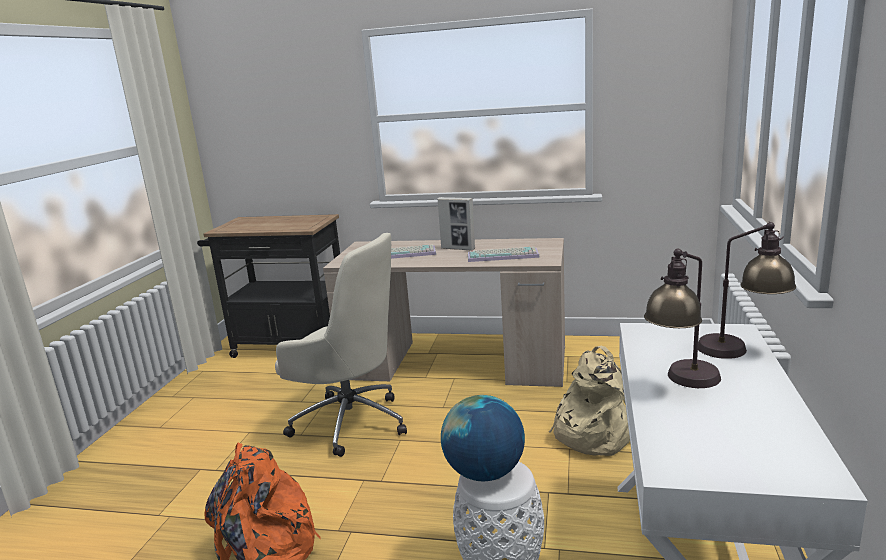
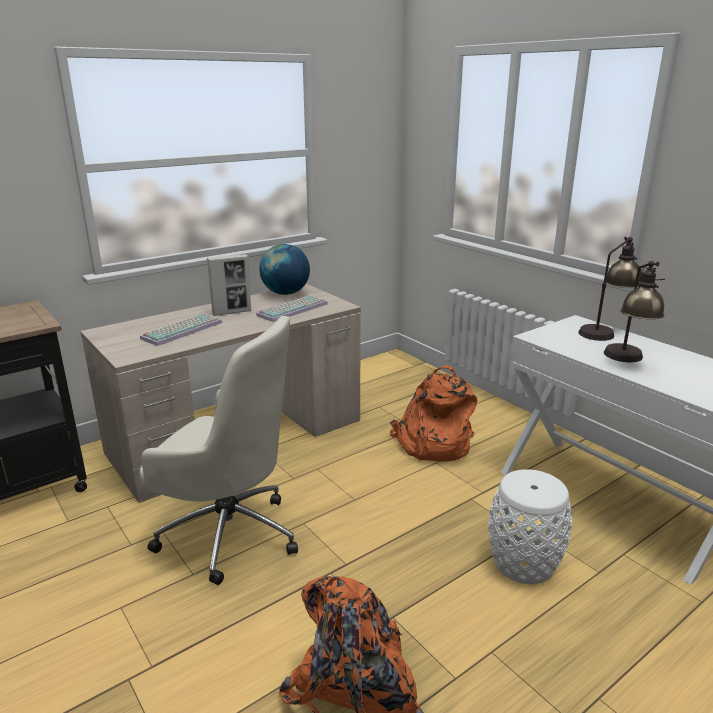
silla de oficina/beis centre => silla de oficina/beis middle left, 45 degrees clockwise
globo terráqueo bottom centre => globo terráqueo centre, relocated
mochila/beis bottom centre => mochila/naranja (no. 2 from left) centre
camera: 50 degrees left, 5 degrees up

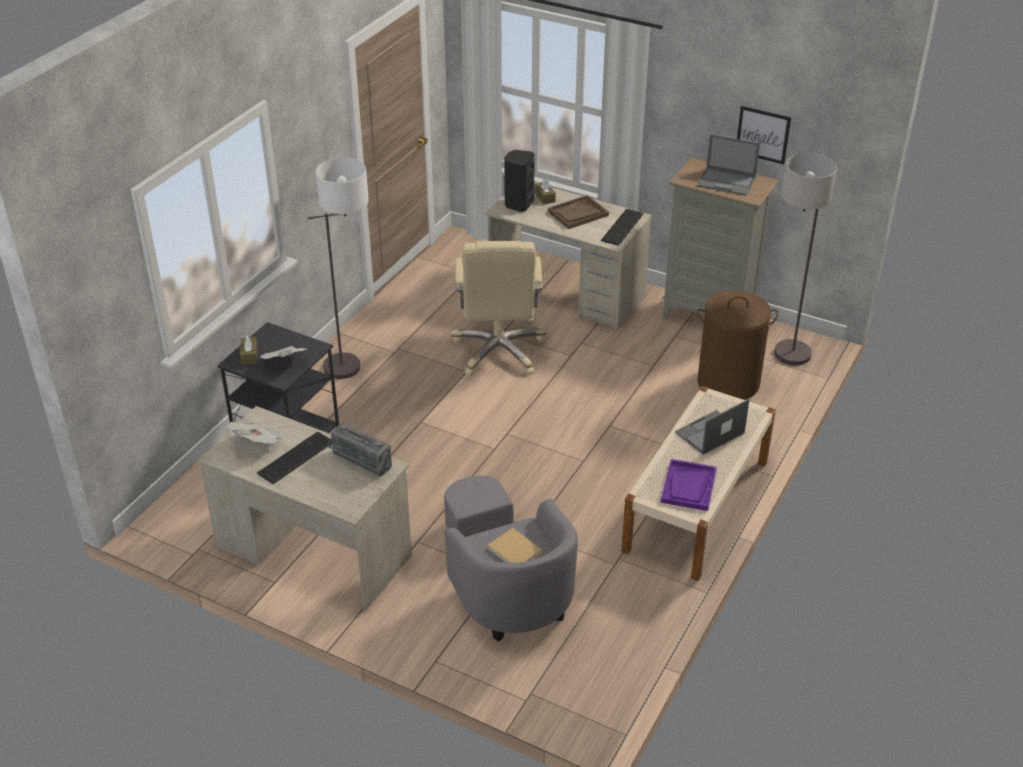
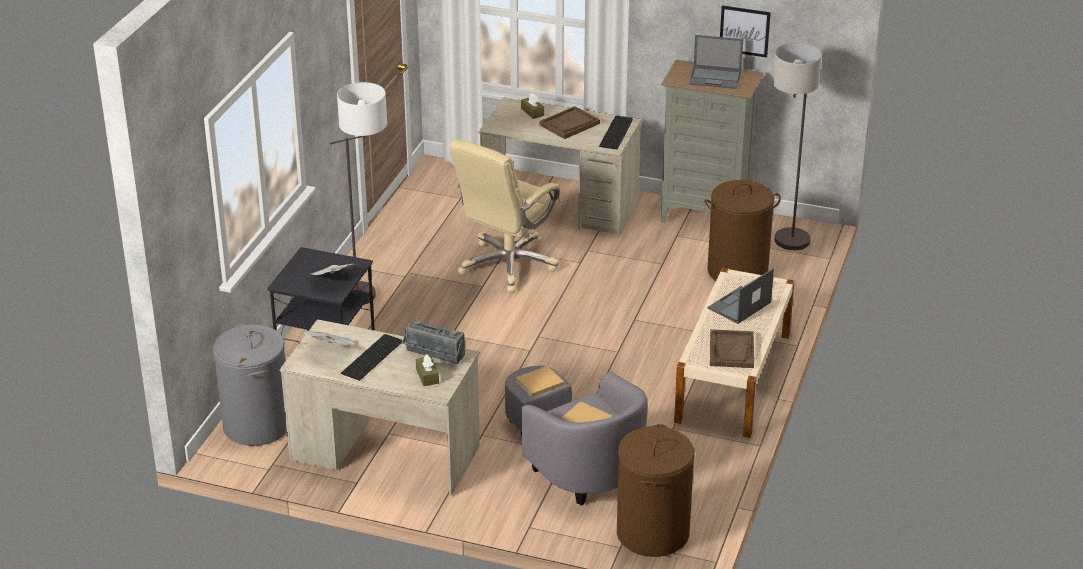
nothing => cesto de la ropa/gris bottom left
caja de pañuelos/marrón (no. 1 from left) middle left => caja de pañuelos/marrón (no. 1 from left) centre, relocated
silla de oficina/beis centre, 45 degrees clockwise
nothing => libro/beis (no. 1 from left) bottom centre
nothing => cesto de la ropa/marrón (no. 1 from left) bottom centre
bandeja/morado middle right => bandeja/marrón (no. 2 from left) middle right
altavoz/negro top centre => nothing
camera: 10 degrees left, 5 degrees down

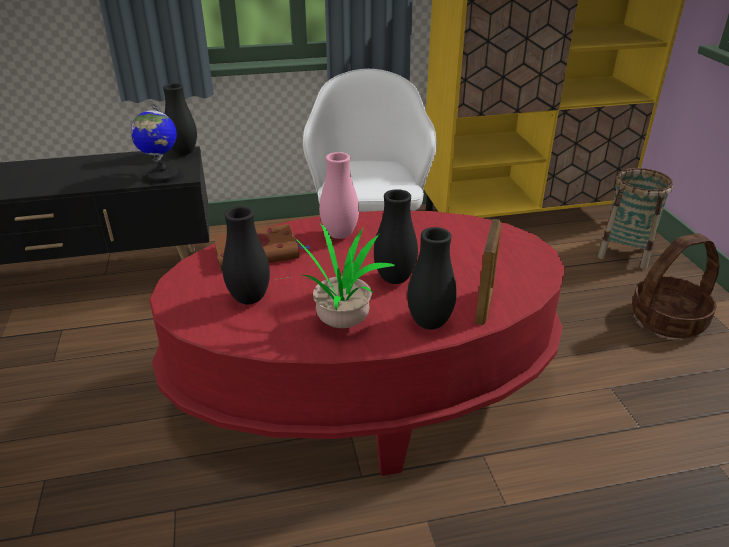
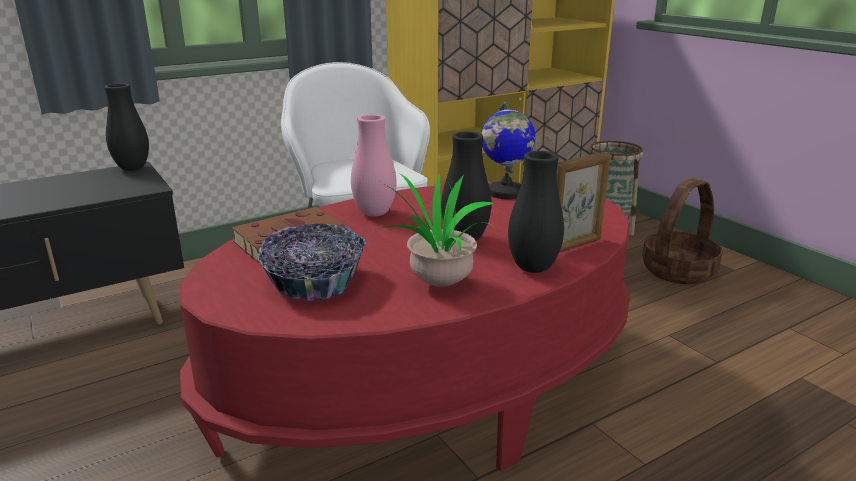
florero/negro (no. 2 from left) centre => cuenco centre
globo terráqueo top left => globo terráqueo top centre, relocated
portarretratos middle right, 60 degrees clockwise
camera: 20 degrees left, 10 degrees down

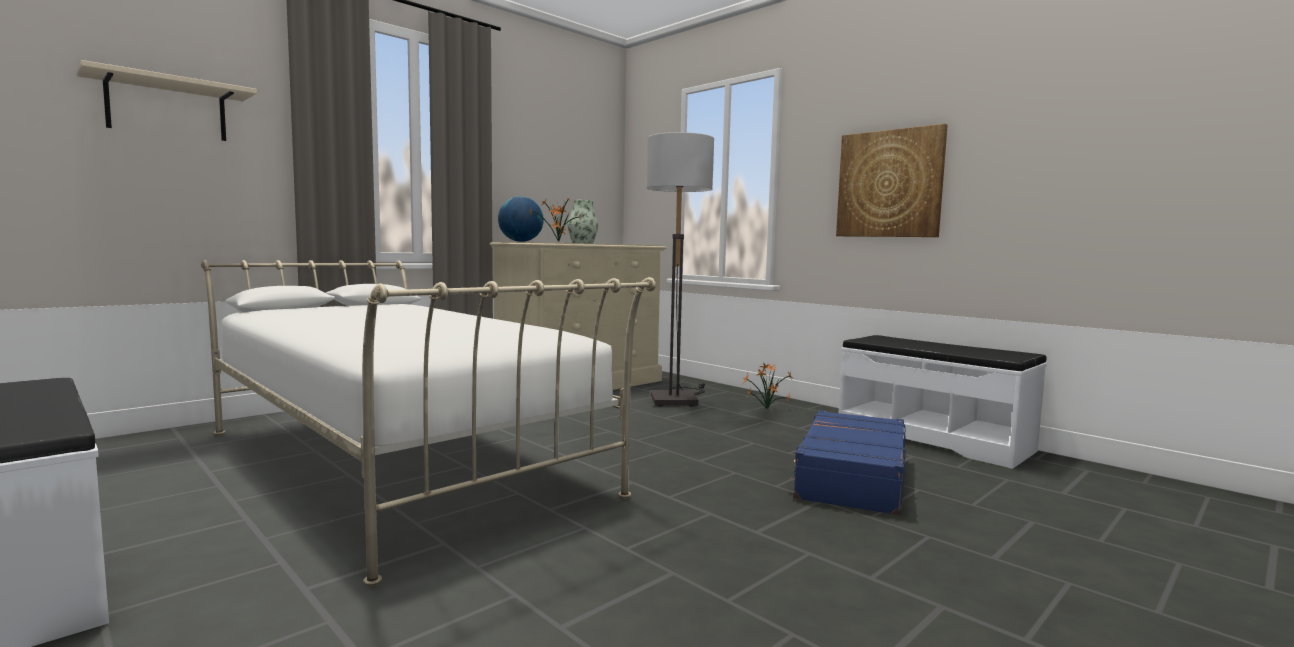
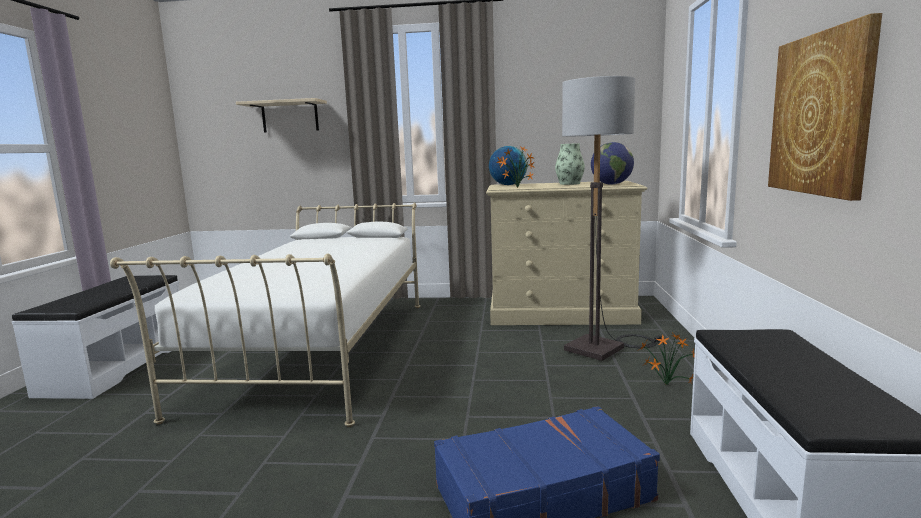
nothing => globo terráqueo (no. 2 from left) top centre
camera: 50 degrees right, 5 degrees up

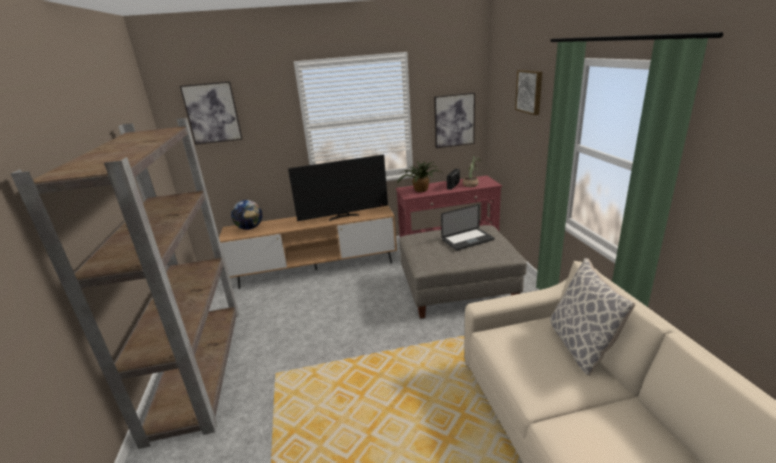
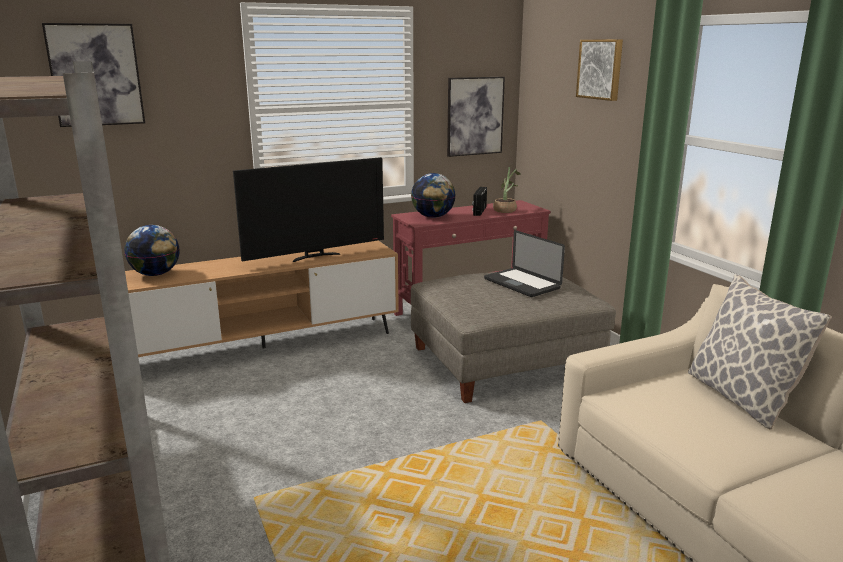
planta en maceta (no. 1 from left) centre => globo terráqueo (no. 2 from left) centre
portátil centre, 90 degrees clockwise
camera: 15 degrees left, 5 degrees down

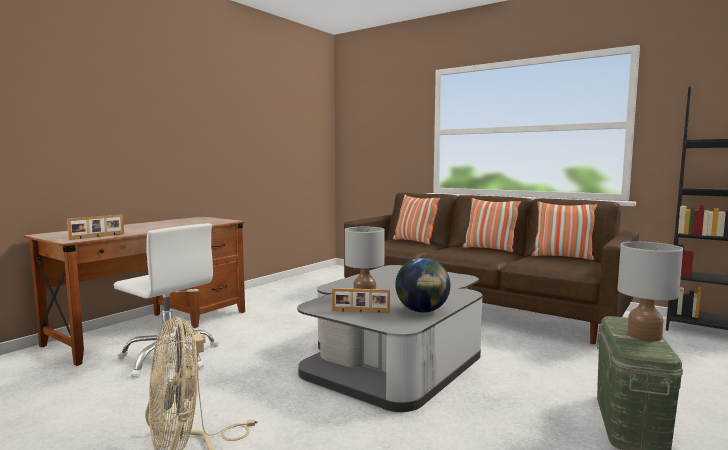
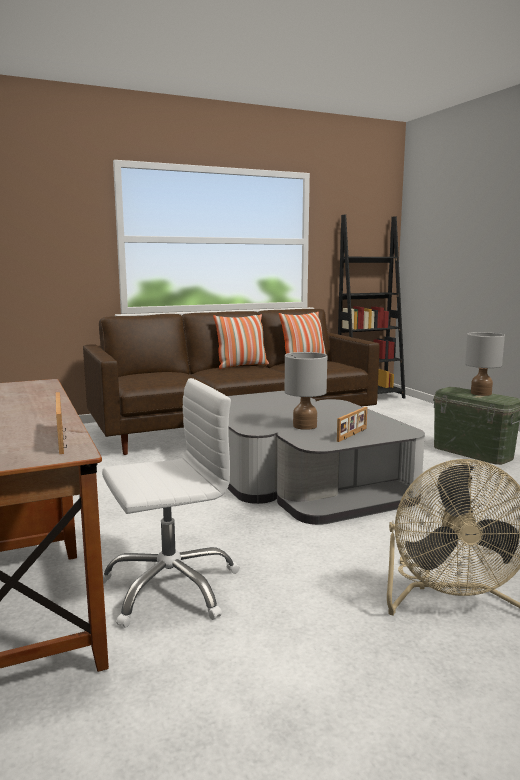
cojín (no. 1 from left) centre => nothing
globo terráqueo centre => nothing
camera: 60 degrees left, 5 degrees up

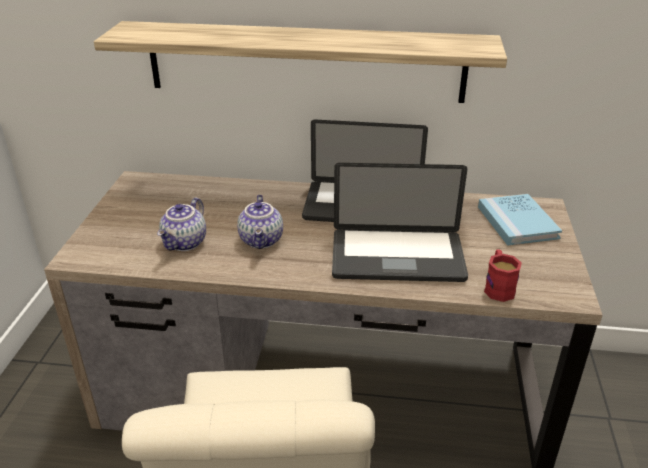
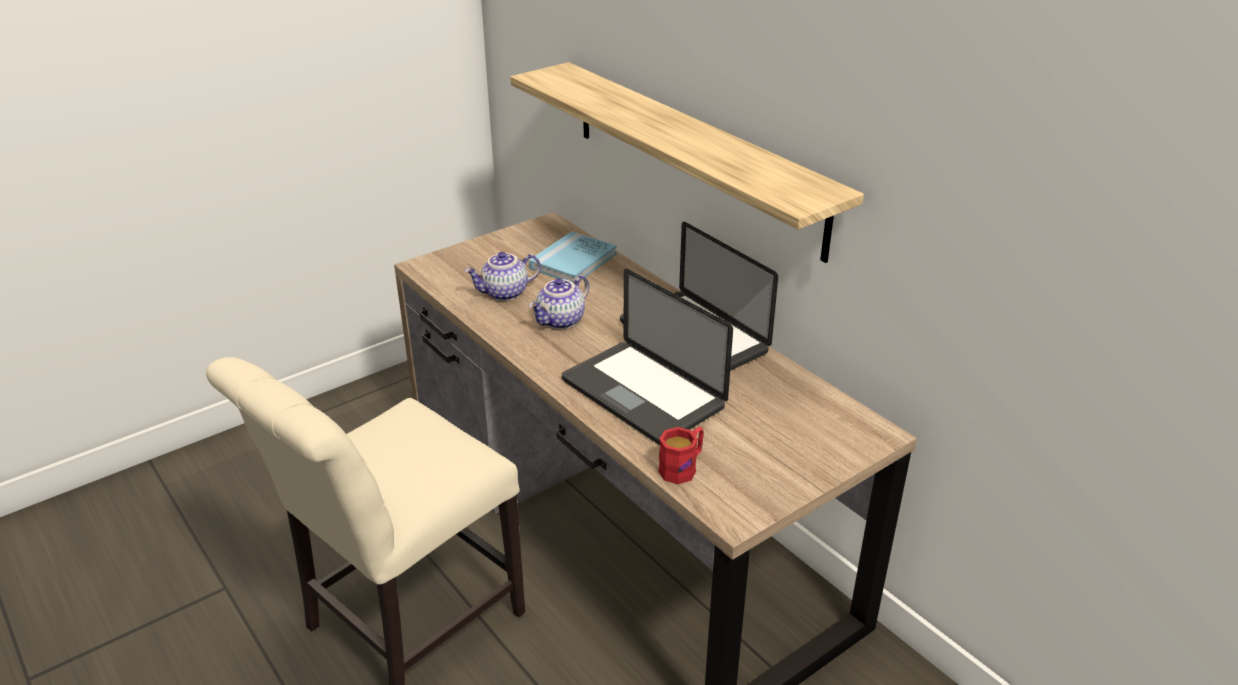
libro/azul middle right => libro/azul centre, relocated
camera: 45 degrees right, 0 degrees up

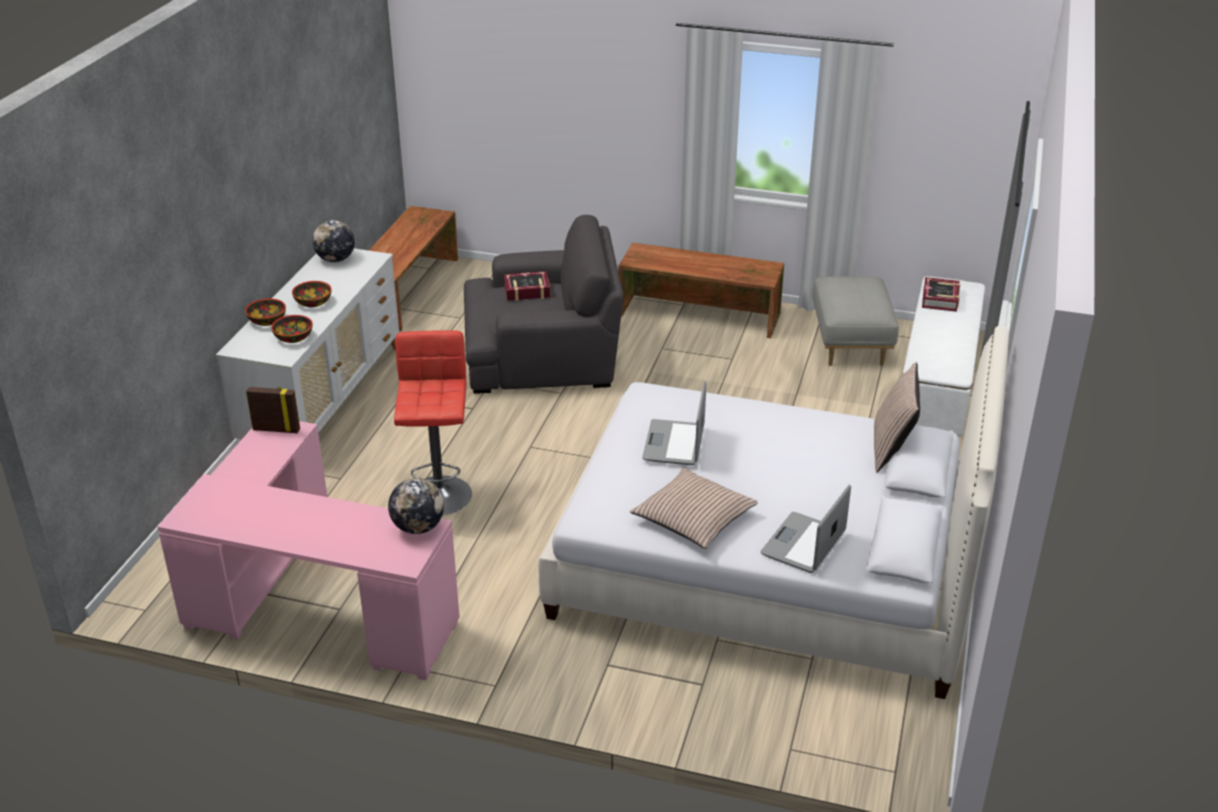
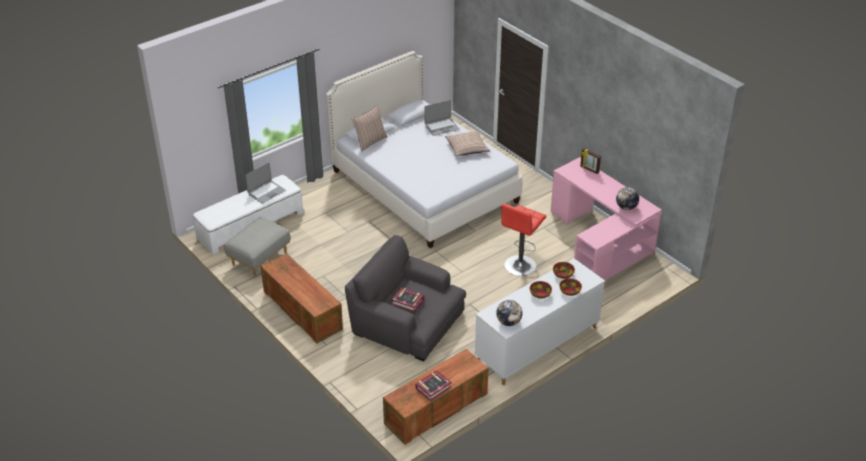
portátil (no. 1 from left) centre => portátil (no. 1 from left) middle left, relocated
libro (no. 2 from left) middle right => libro (no. 2 from left) bottom centre, relocated
portarretratos middle left => portarretratos middle right, relocated
globo terráqueo (no. 2 from left) centre => globo terráqueo (no. 2 from left) middle right, relocated
camera: 145 degrees left, 5 degrees up

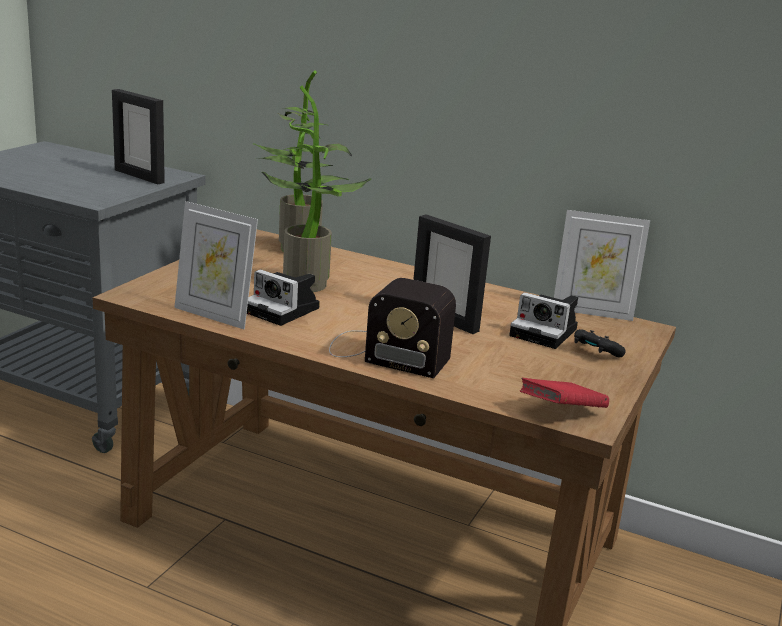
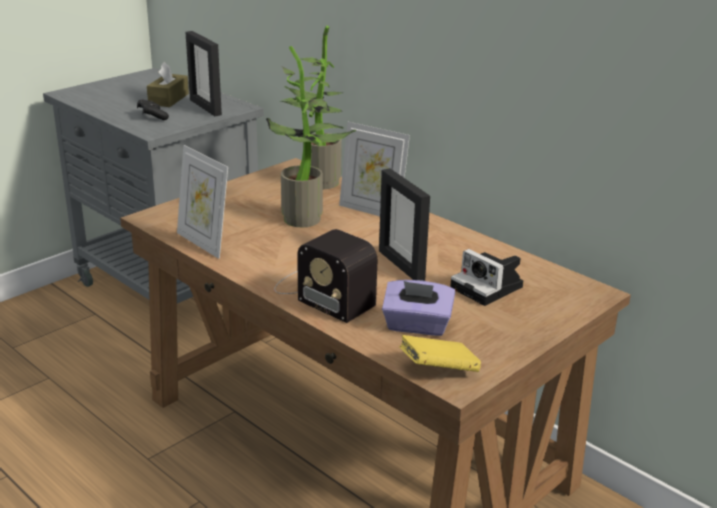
mando de consola/negro middle right => mando de consola/negro top left, relocated
nothing => caja de pañuelos/marrón top left
portarretratos (no. 4 from left in the first image) middle right => portarretratos (no. 3 from left) top centre, relocated
nothing => caja de pañuelos/morado centre
libro/rojo middle right => libro/amarillo bottom centre
cámara (no. 1 from left) centre => nothing
camera: 20 degrees right, 5 degrees up

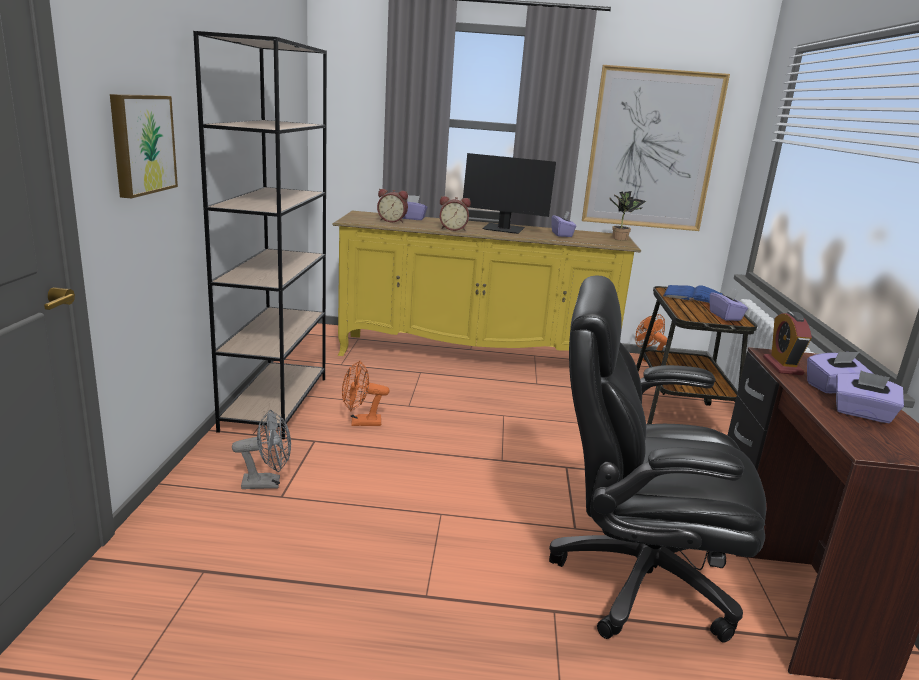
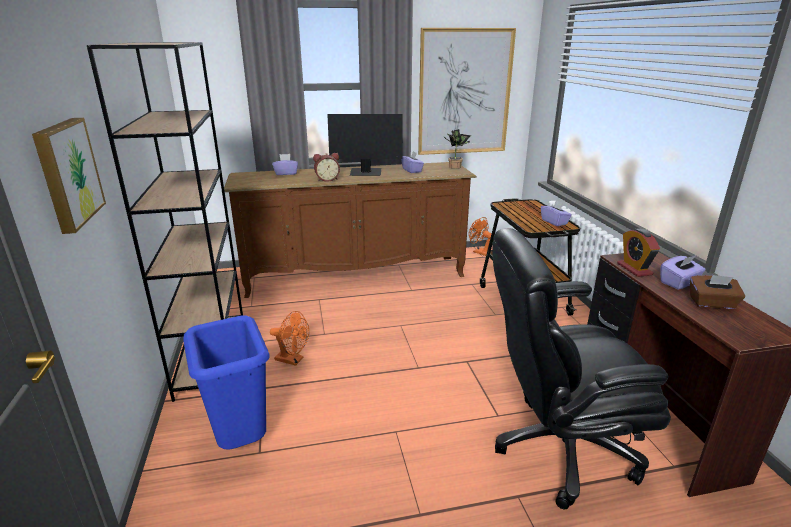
ventilador/gris middle left => papelera/azul bottom left
armario/amarillo centre => armario/marrón centre
ventilador/naranja (no. 1 from left) centre, 135 degrees counterclockwise
caja de pañuelos/morado (no. 5 from left) middle right => caja de pañuelos/marrón middle right
despertador (no. 1 from left) top centre => nothing
libro/azul middle right => nothing
camera: 15 degrees left, 5 degrees up

